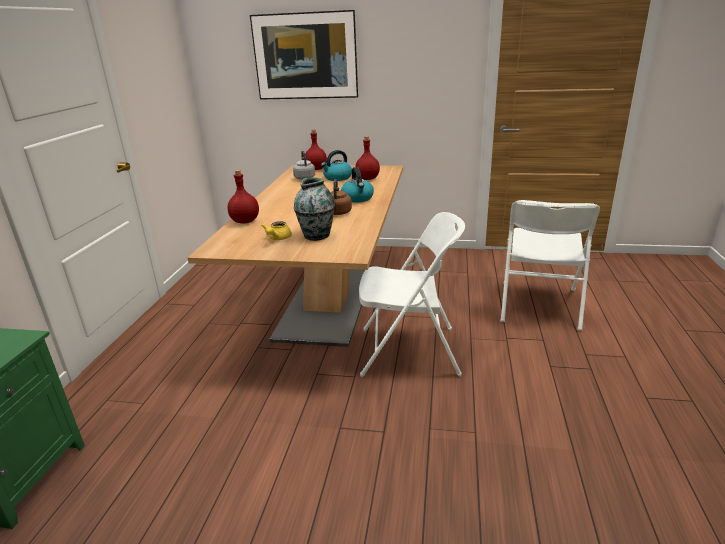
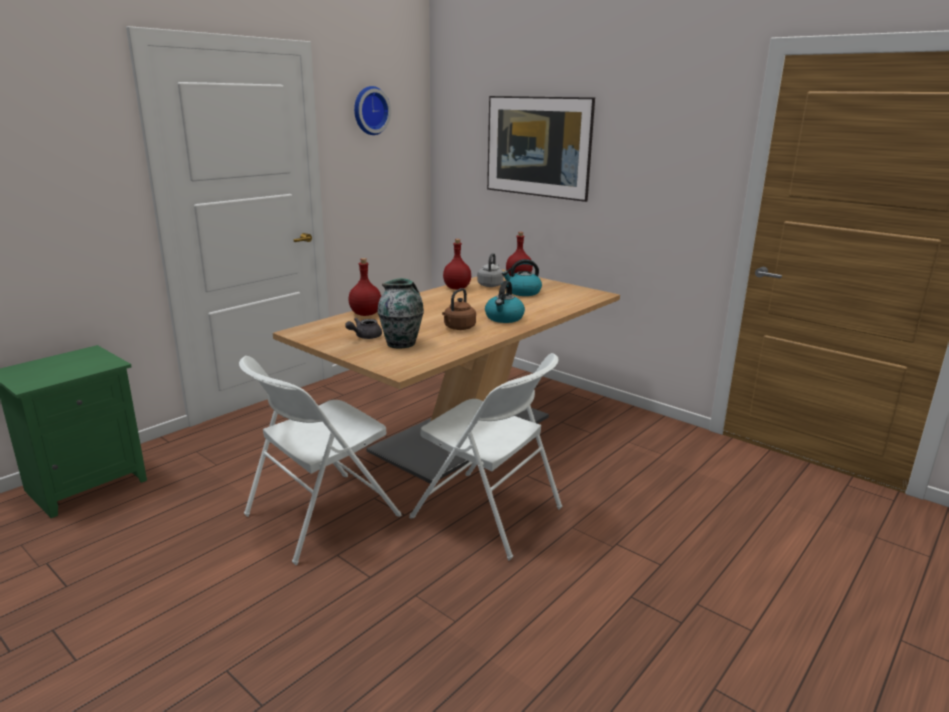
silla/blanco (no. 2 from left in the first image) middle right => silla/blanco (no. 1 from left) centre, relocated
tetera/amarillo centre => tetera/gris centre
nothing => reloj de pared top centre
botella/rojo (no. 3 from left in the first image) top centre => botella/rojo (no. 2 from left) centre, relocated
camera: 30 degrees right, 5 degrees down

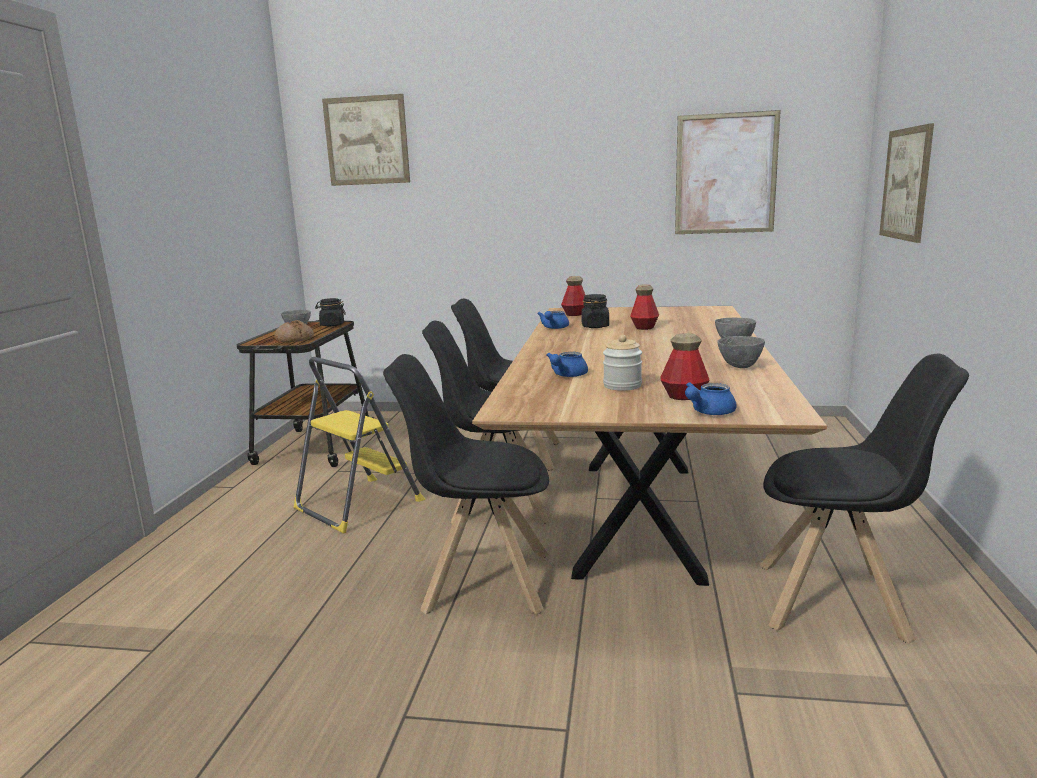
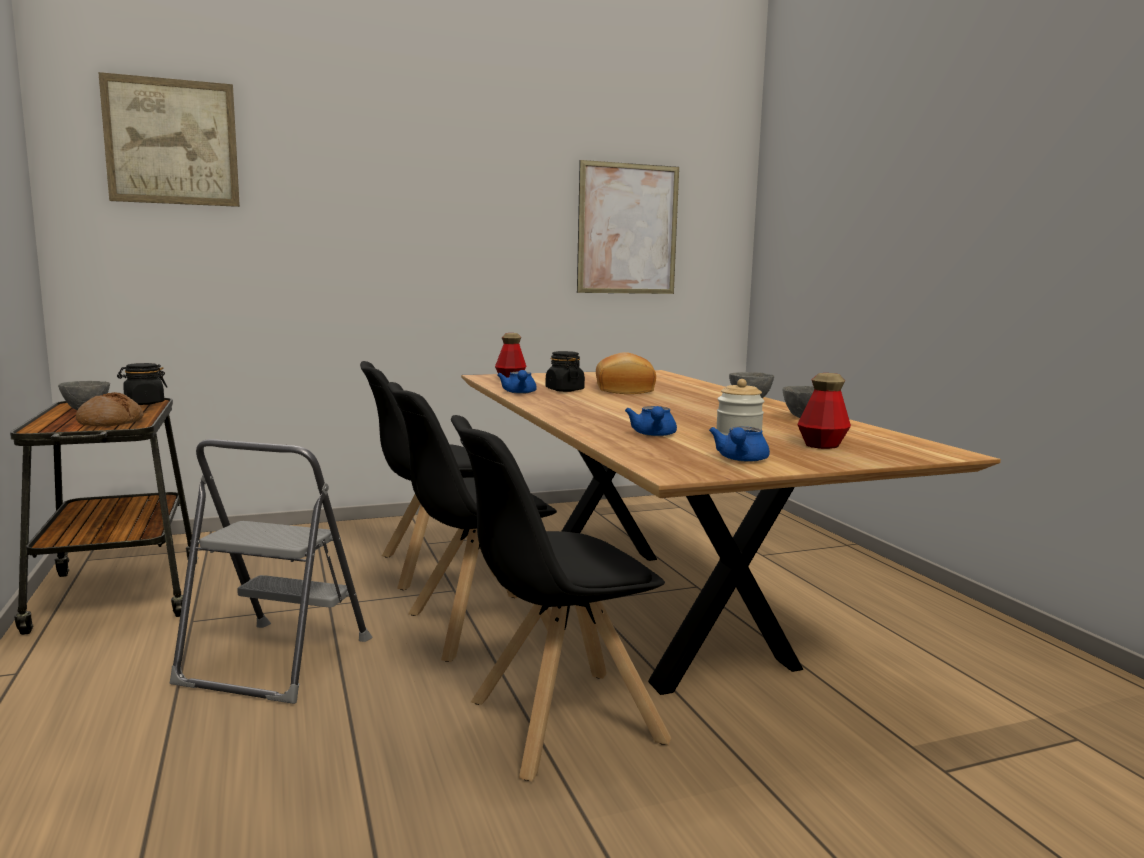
escalera de tijera/amarillo centre => escalera de tijera/gris middle left
botella (no. 2 from left) centre => pan (no. 2 from left) centre
tetera/azul (no. 3 from left) middle right => tetera/azul (no. 3 from left) centre, relocated
silla/negro (no. 4 from left) middle right => nothing
cuadro (no. 3 from left) top right => nothing
camera: 30 degrees left, 5 degrees down

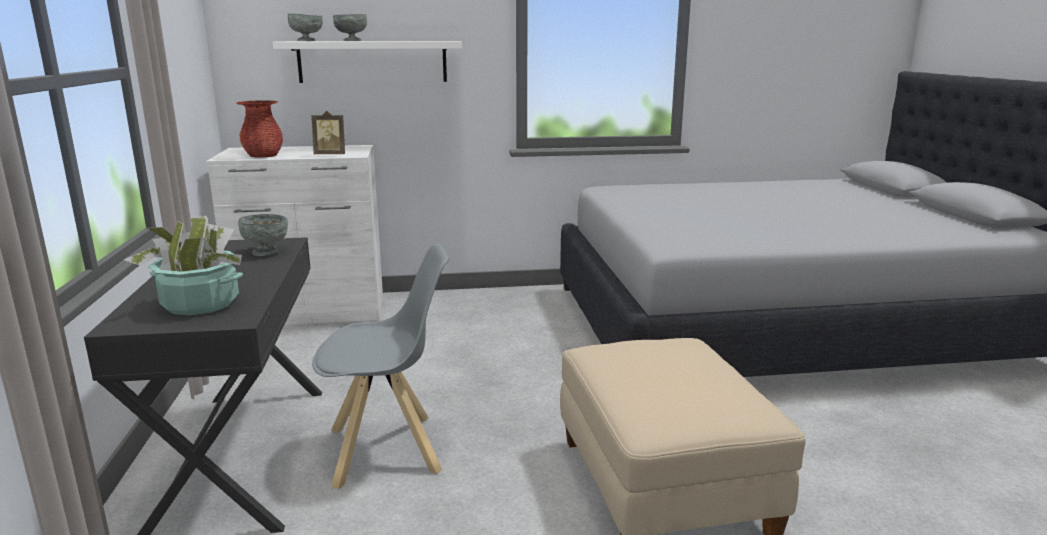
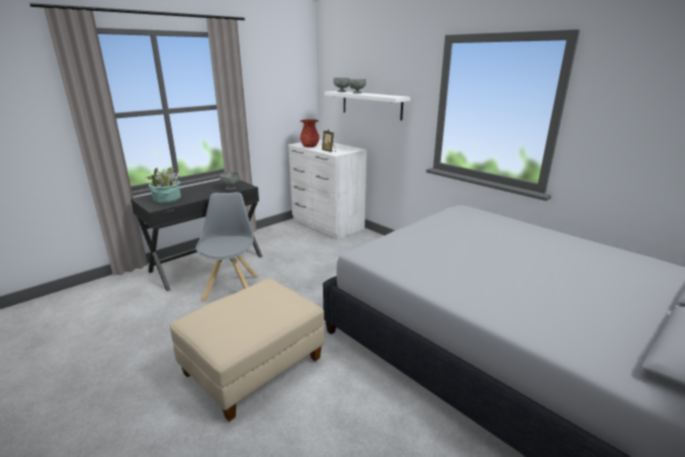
silla/gris bottom centre => silla/gris middle left, 135 degrees counterclockwise
camera: 55 degrees right, 5 degrees up

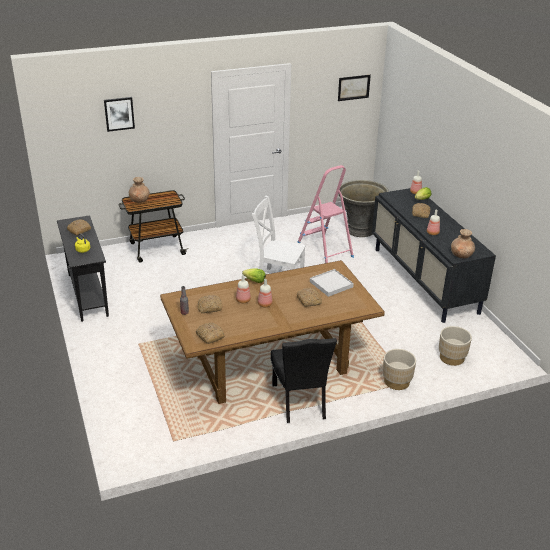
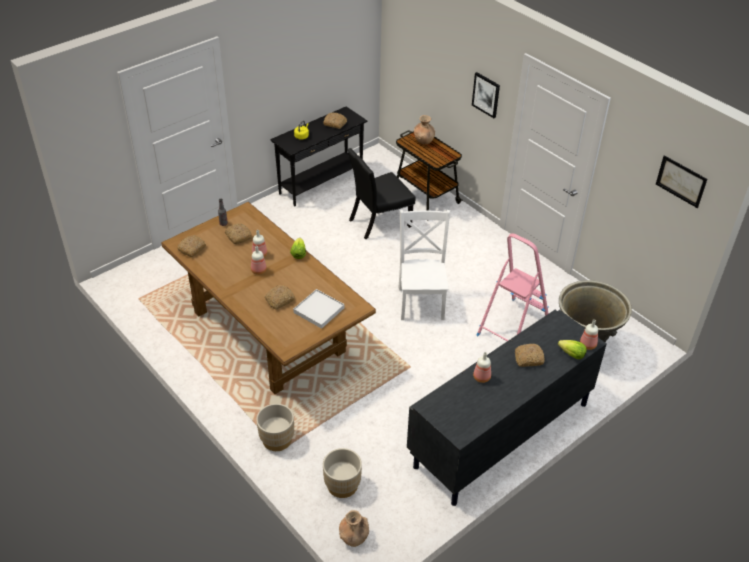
florero/marrón (no. 2 from left in the first image) middle right => florero/marrón (no. 1 from left) bottom centre, relocated
silla/negro bottom centre => silla/negro centre, relocated
cuadro (no. 1 from left) top left => cuadro (no. 1 from left) top centre, relocated
camera: 70 degrees right, 10 degrees up

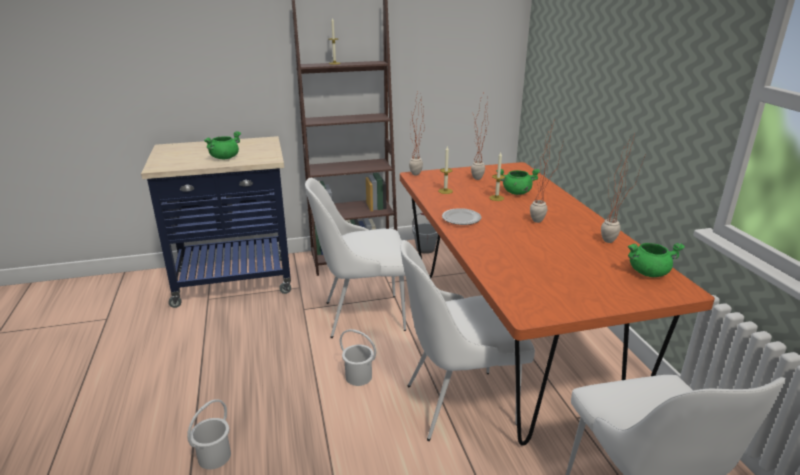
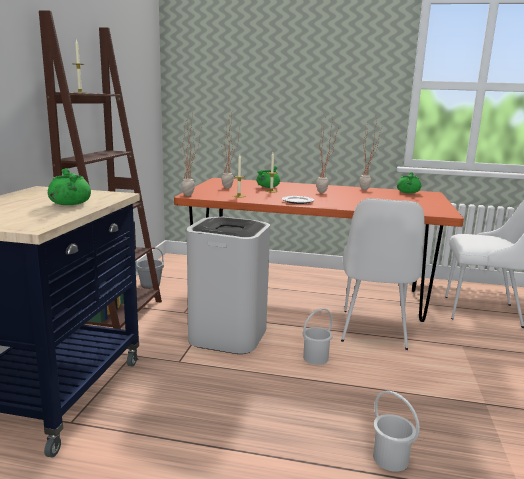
silla/blanco (no. 1 from left) centre => papelera/blanco centre
camera: 65 degrees left, 10 degrees down

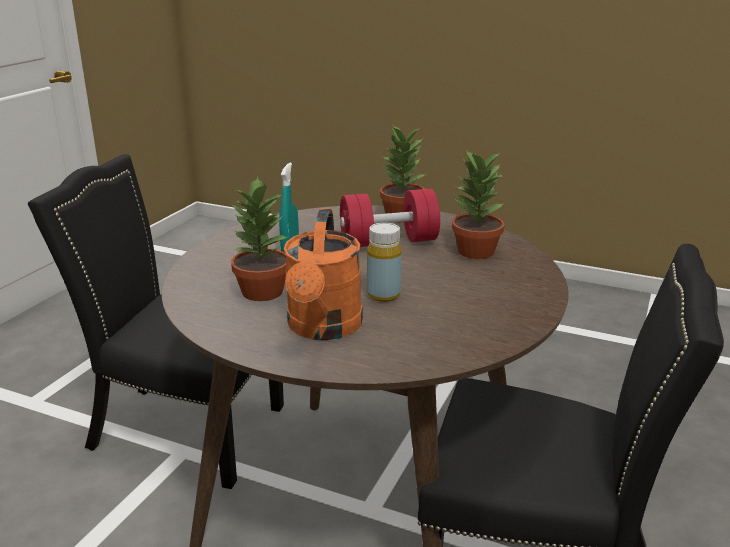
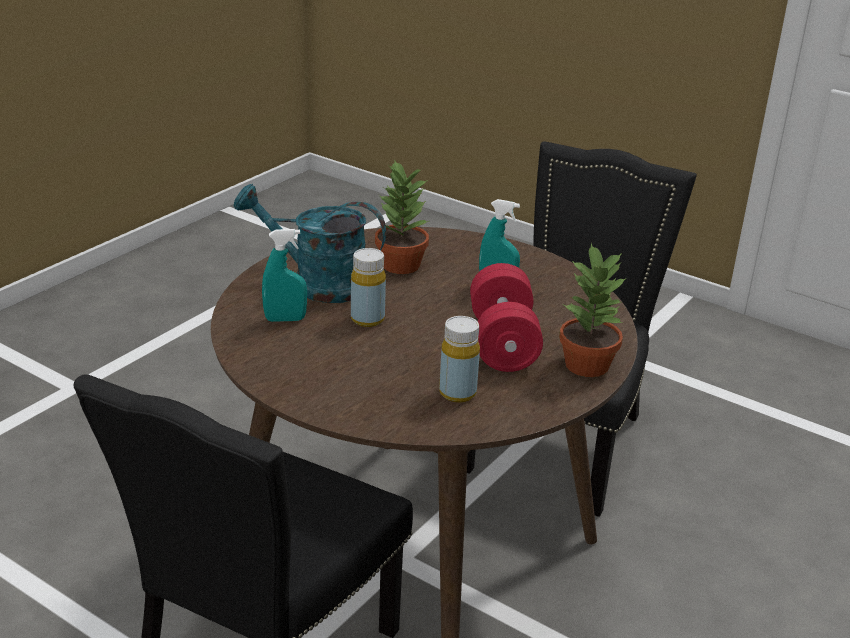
regadera/naranja centre => regadera/turquesa centre
nothing => pulverizador/turquesa (no. 1 from left) centre
planta en maceta (no. 3 from left) centre => botella/amarillo (no. 2 from left) centre
camera: 100 degrees right, 5 degrees up

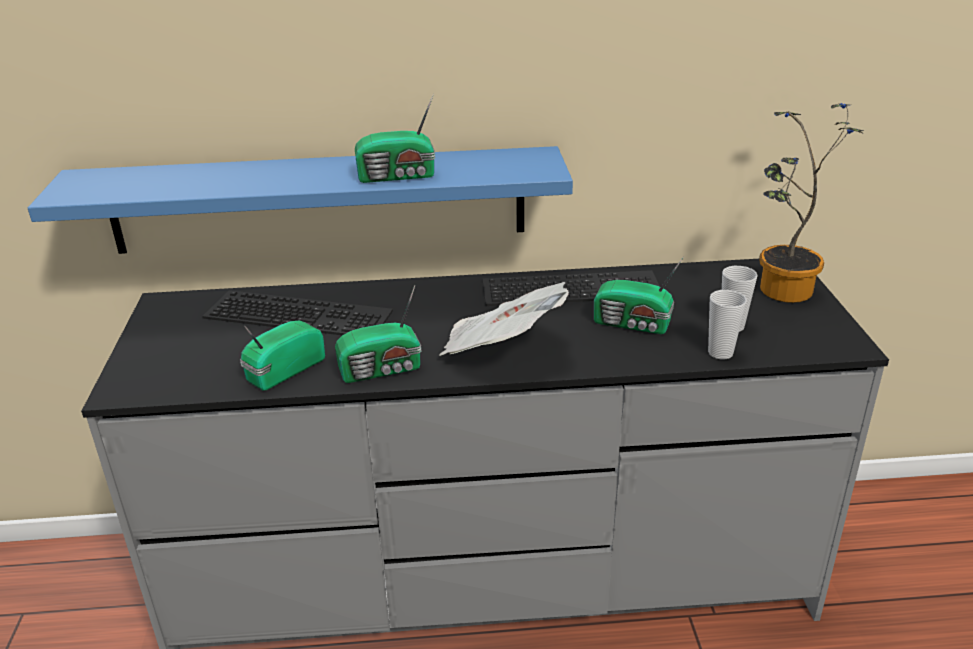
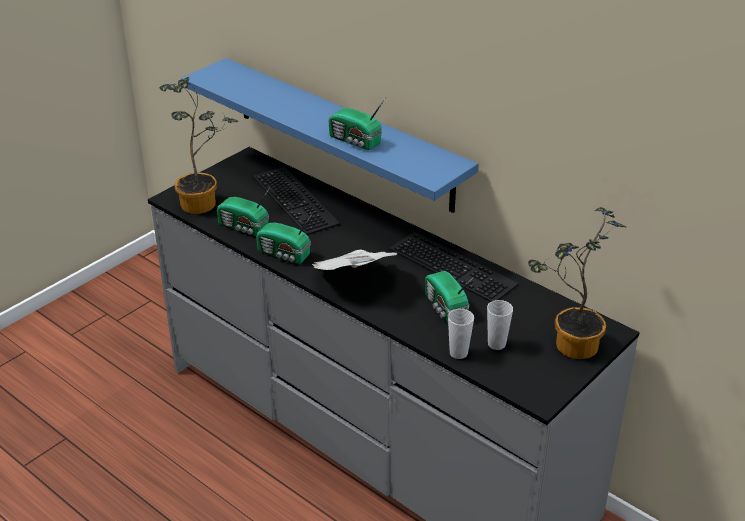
nothing => planta en maceta (no. 1 from left) top left
radio (no. 1 from left) middle left, 150 degrees counterclockwise
camera: 45 degrees right, 5 degrees up

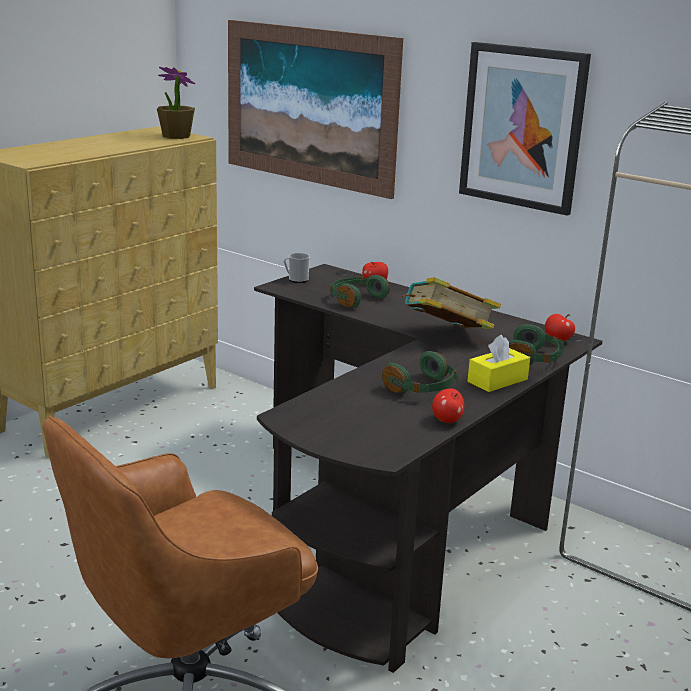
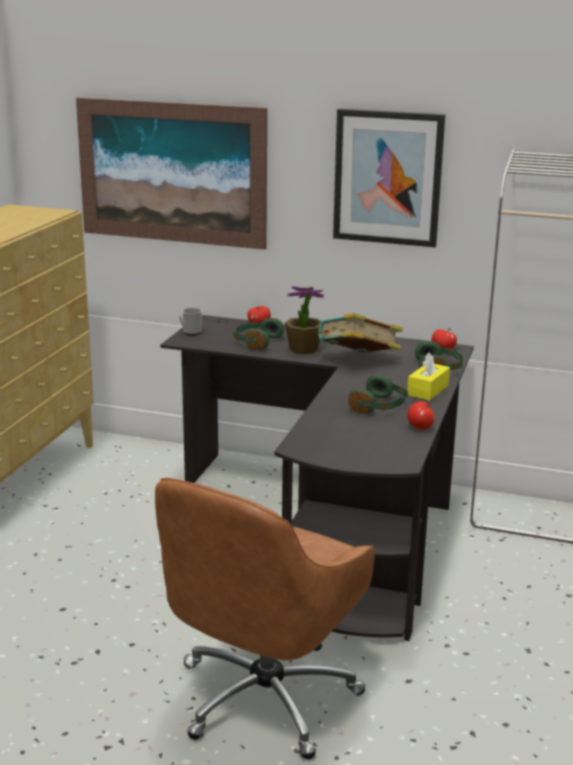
planta en maceta top left => planta en maceta centre, relocated
camera: 20 degrees left, 0 degrees up

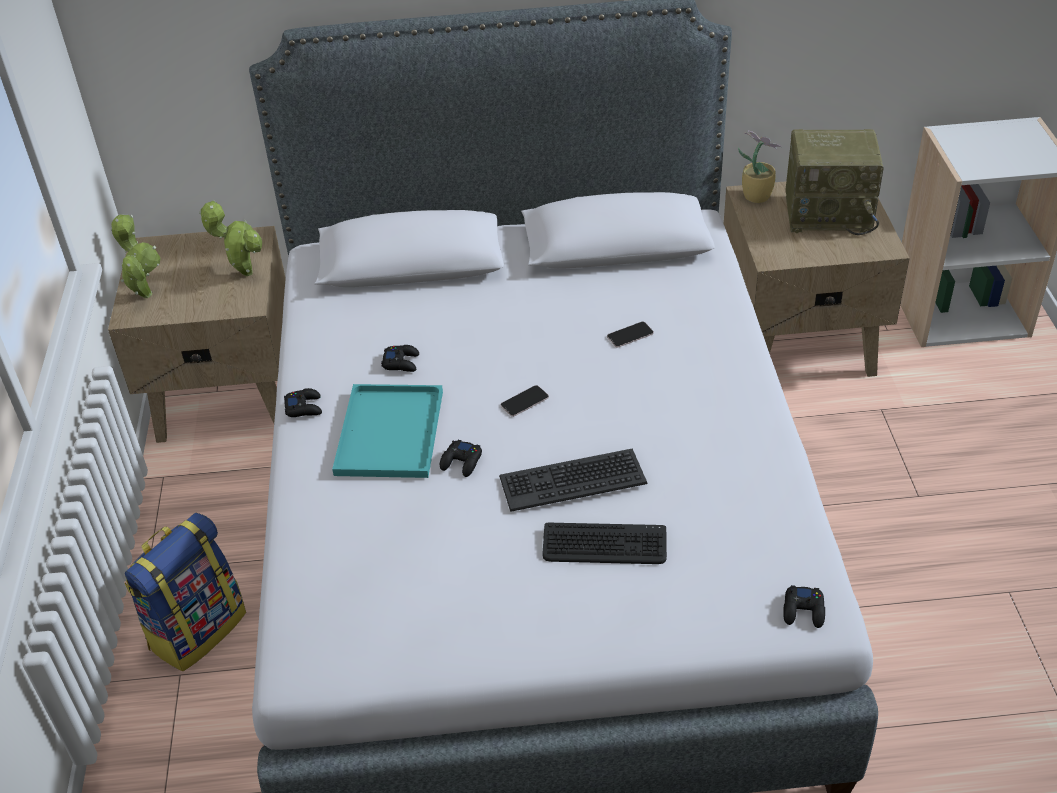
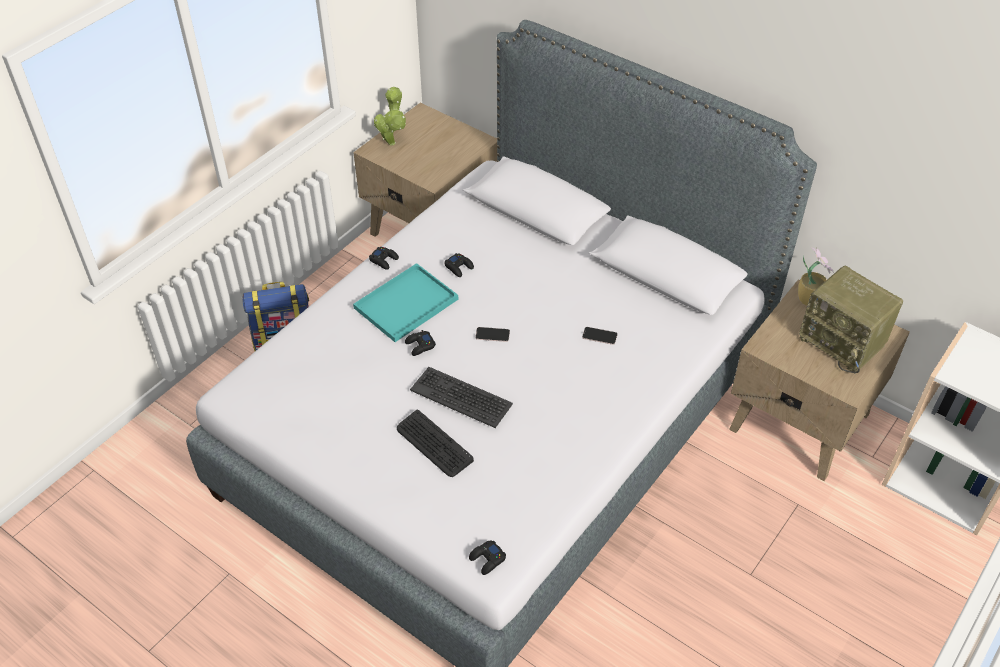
planta en maceta (no. 2 from left) top left => nothing
camera: 40 degrees right, 5 degrees up

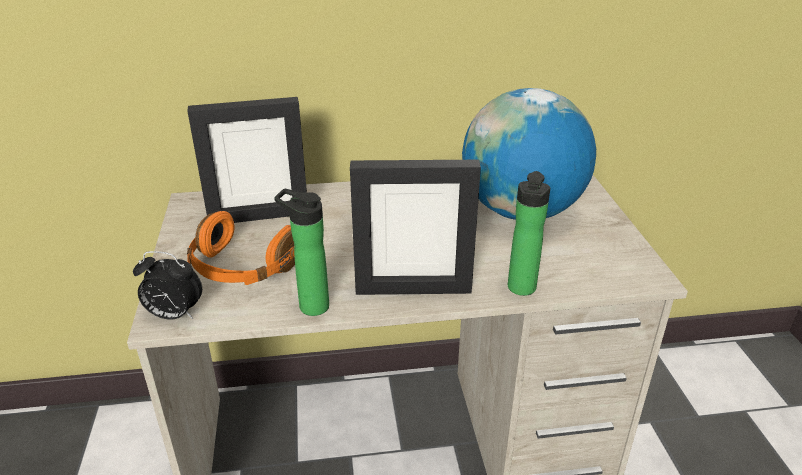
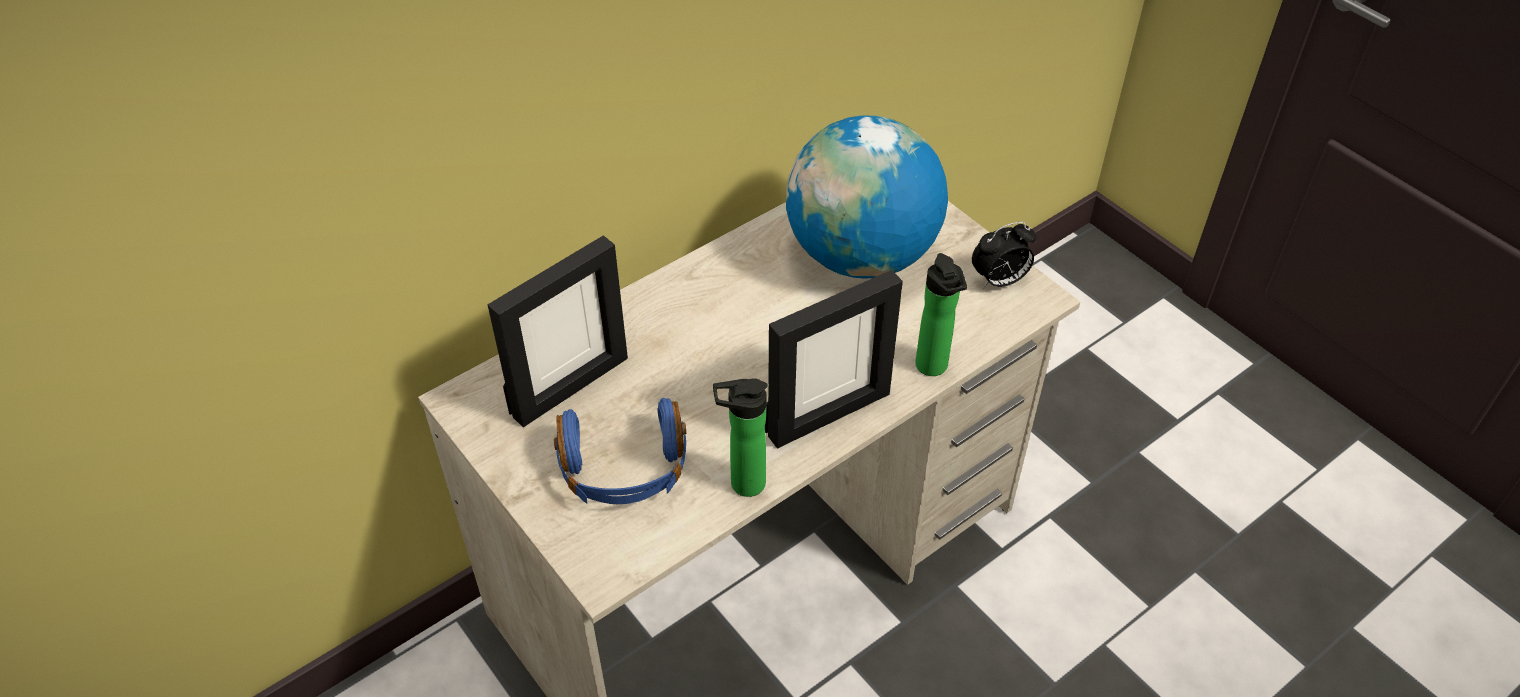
auriculares/naranja middle left => auriculares/azul centre
despertador middle left => despertador centre, relocated
camera: 30 degrees left, 15 degrees up

